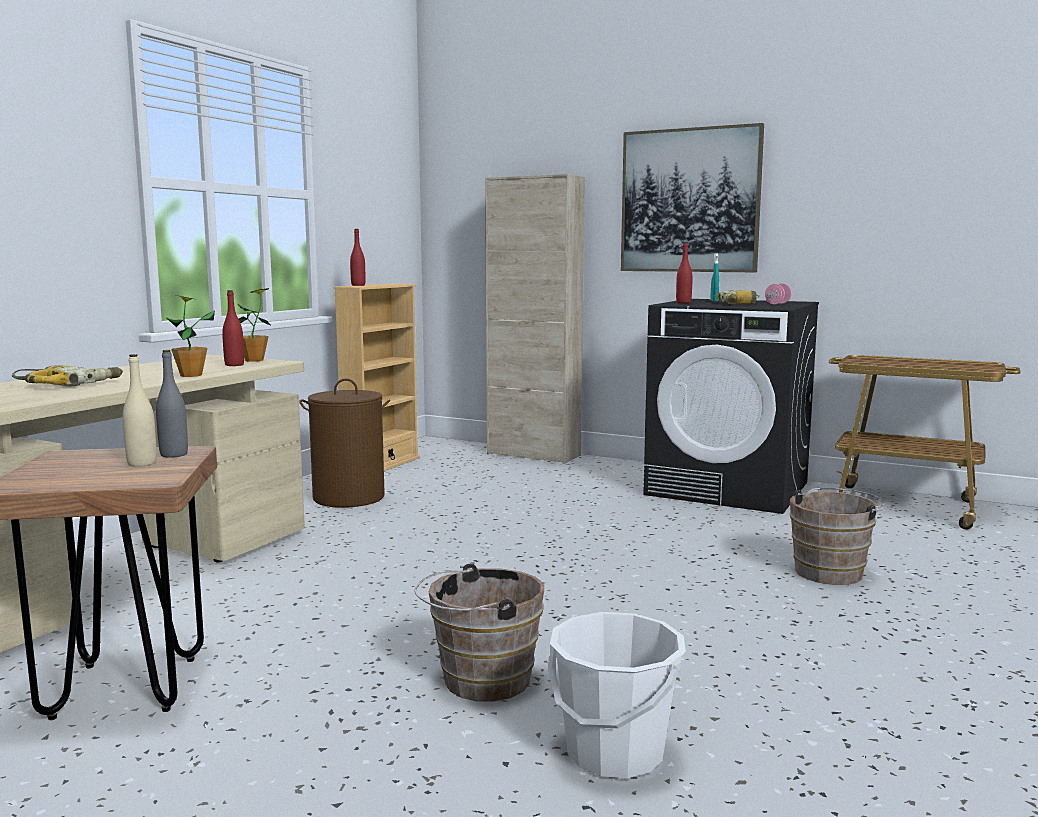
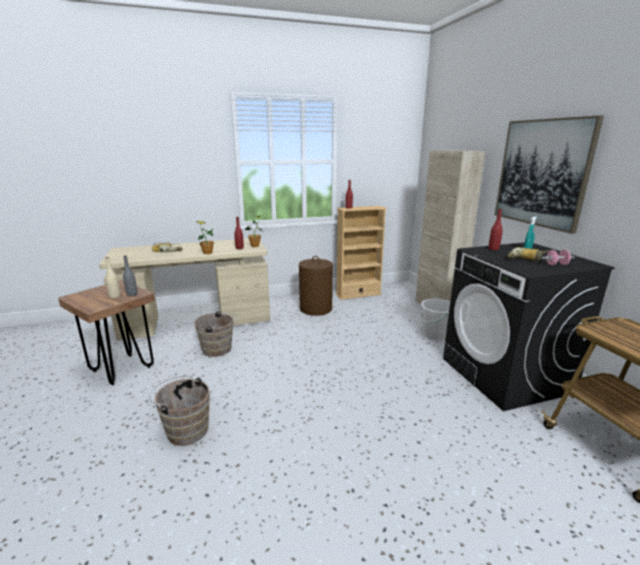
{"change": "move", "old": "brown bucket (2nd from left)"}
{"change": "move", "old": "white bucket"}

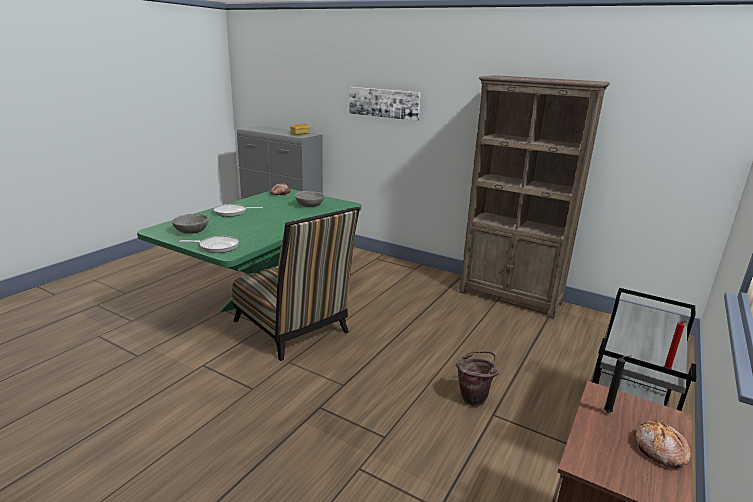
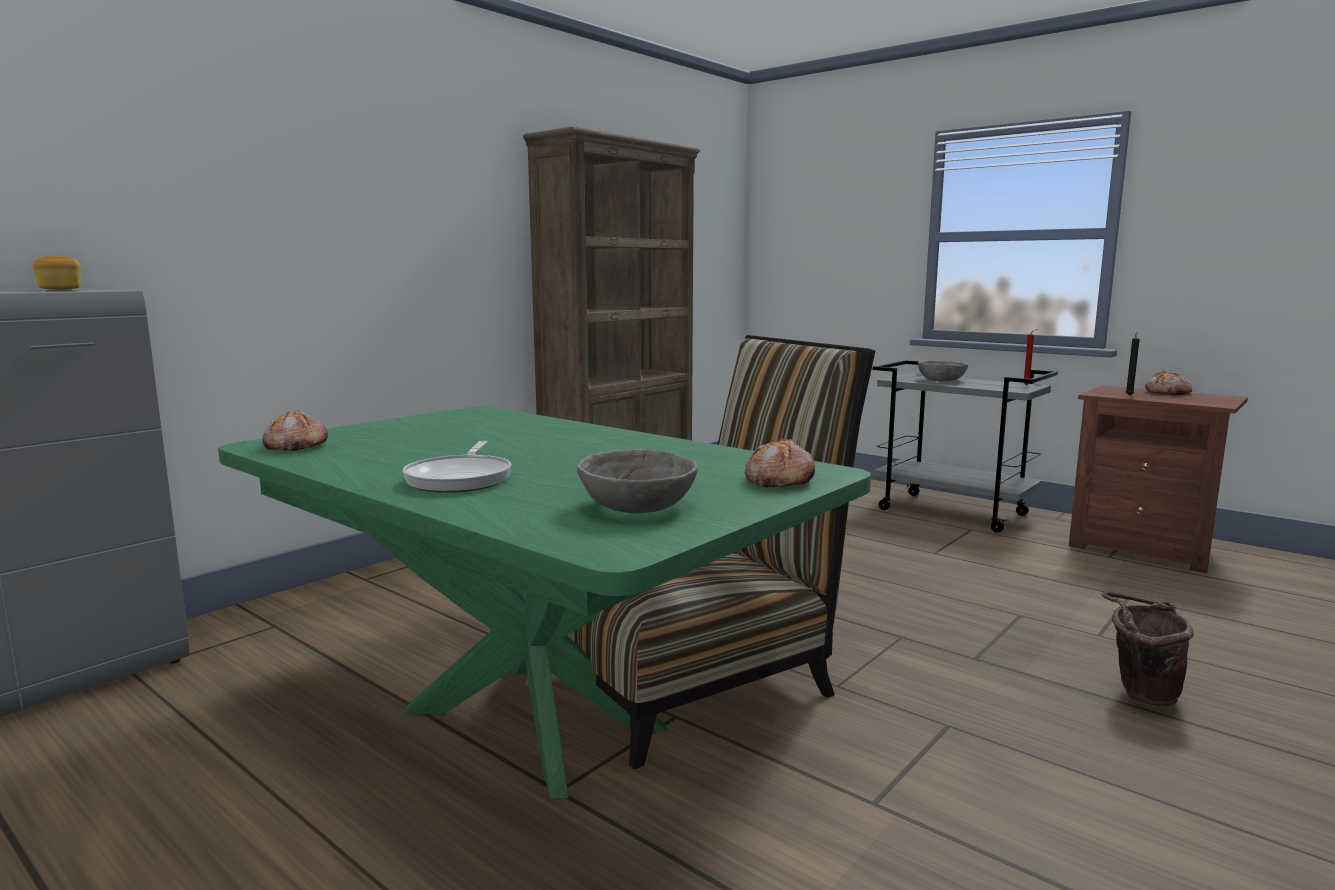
{"change": "delete", "old": "picture"}
{"change": "move", "old": "grey bowl (2nd from left)"}
{"change": "replace", "old": "frying pan (1st from left)", "new": "bread (3rd from left)"}
{"change": "move", "old": "brown bucket"}

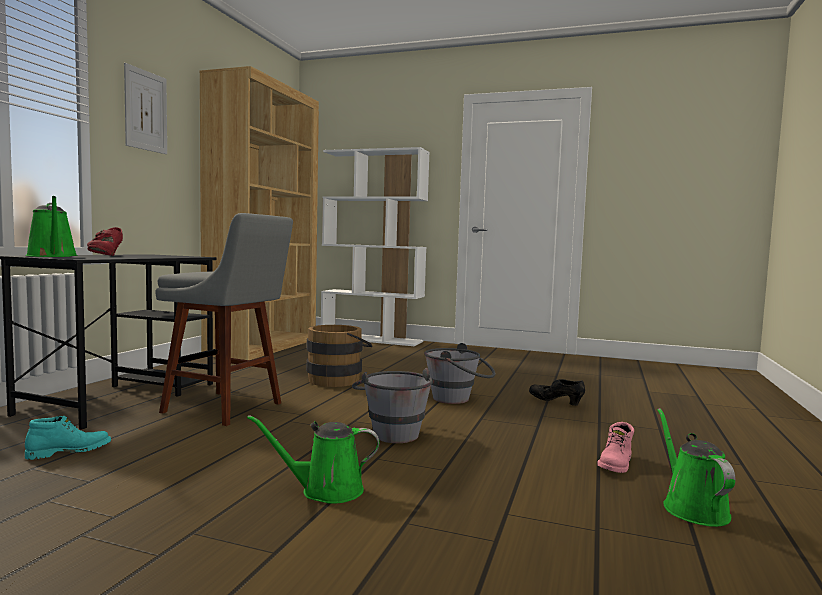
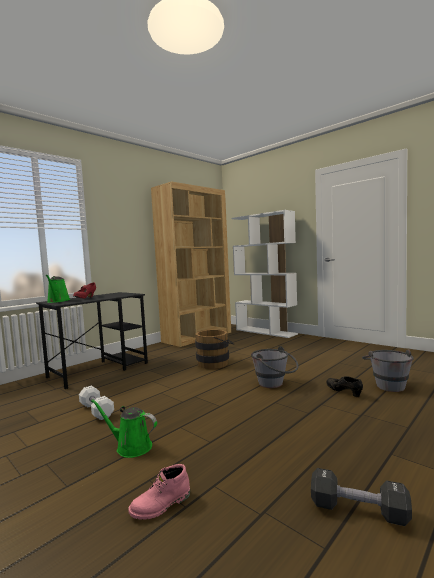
{"change": "delete", "old": "picture"}
{"change": "delete", "old": "grey stool"}
{"change": "move", "old": "grey bucket (1st from left in the first image)", "new": "grey bucket (2nd from left)"}
{"change": "replace", "old": "green watering can (3rd from left)", "new": "black dumbbell"}
{"change": "delete", "old": "turquoise boot"}
{"change": "move", "old": "pink boot"}
{"change": "insert", "new": "white dumbbell"}

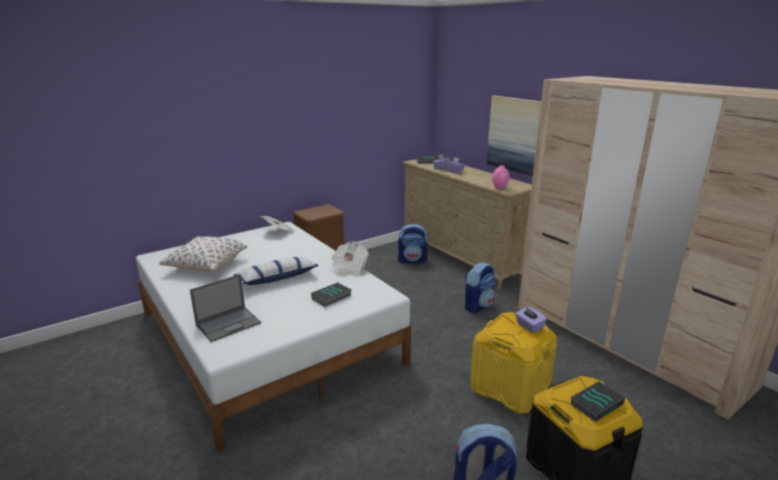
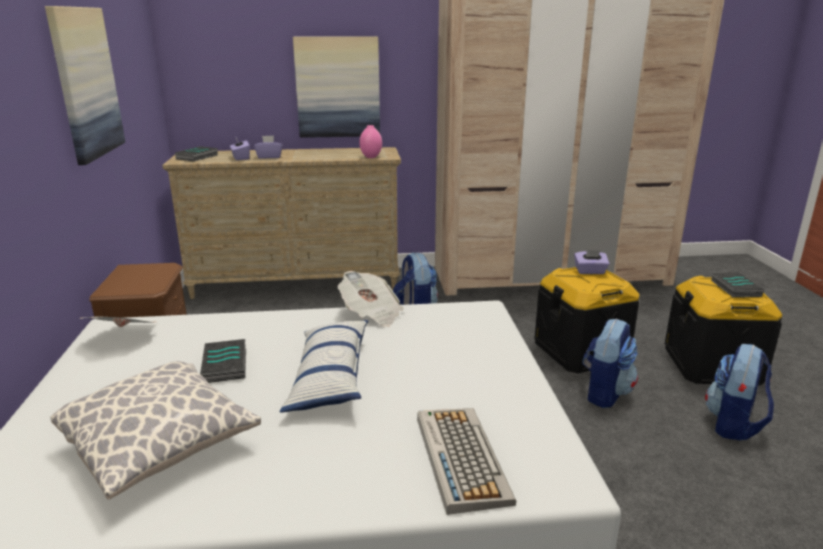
{"change": "move", "old": "backpack (1st from left in the first image)", "new": "backpack (2nd from left)"}
{"change": "replace", "old": "laptop", "new": "keyboard"}
{"change": "move", "old": "book (1st from left in the first image)", "new": "book (2nd from left)"}
{"change": "recolor", "old": "yellow storage box", "new": "black storage box (1st from left)"}
{"change": "insert", "new": "picture (1st from left)"}

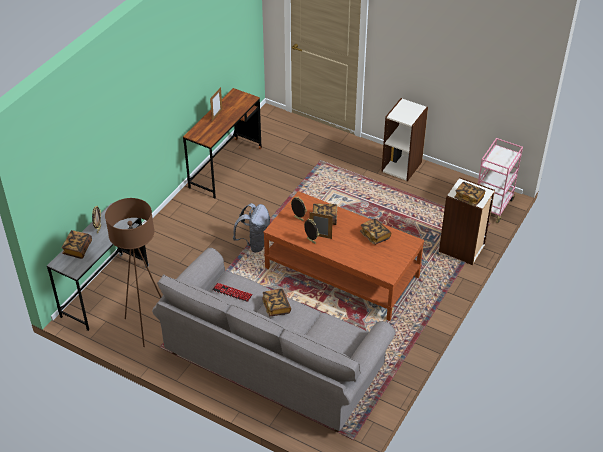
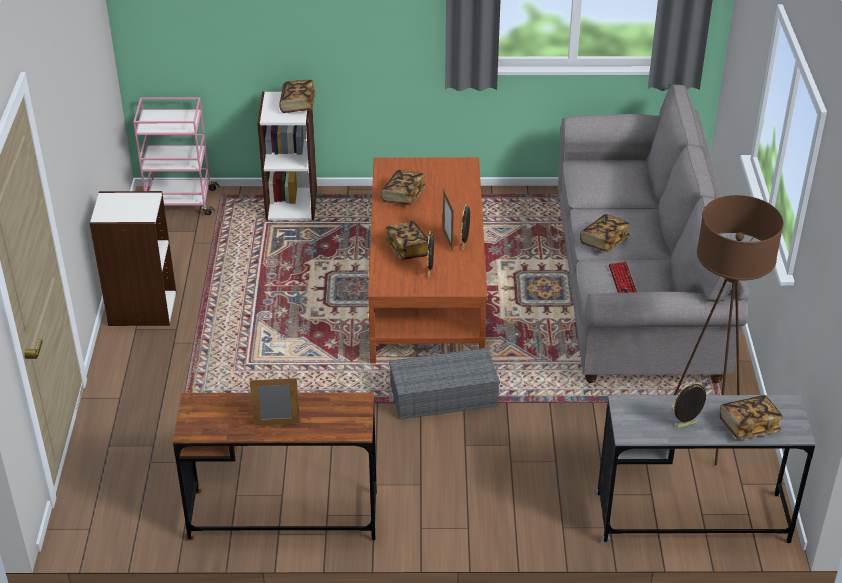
{"change": "replace", "old": "grey backpack", "new": "grey storage box"}

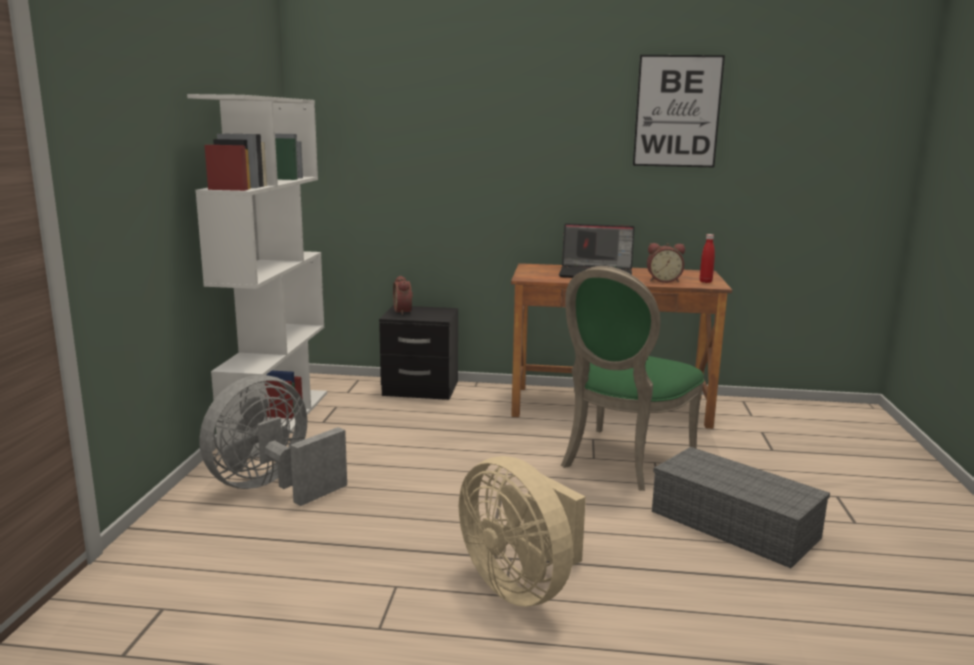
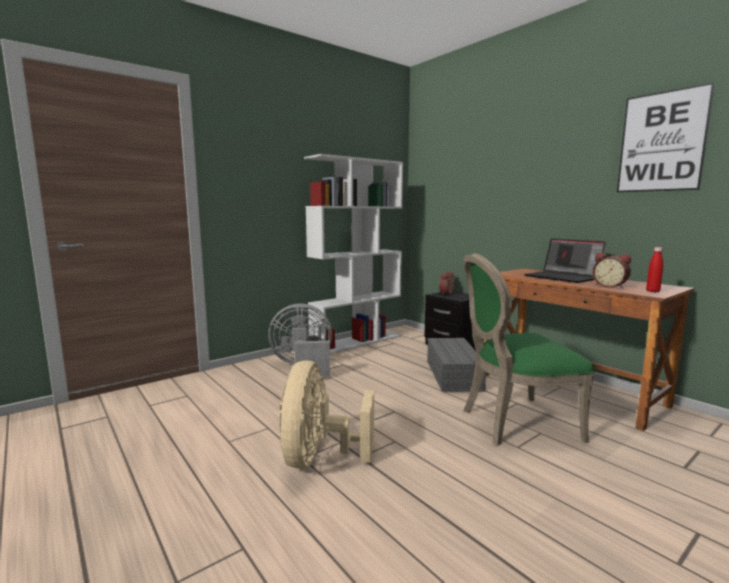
{"change": "move", "old": "grey storage box"}

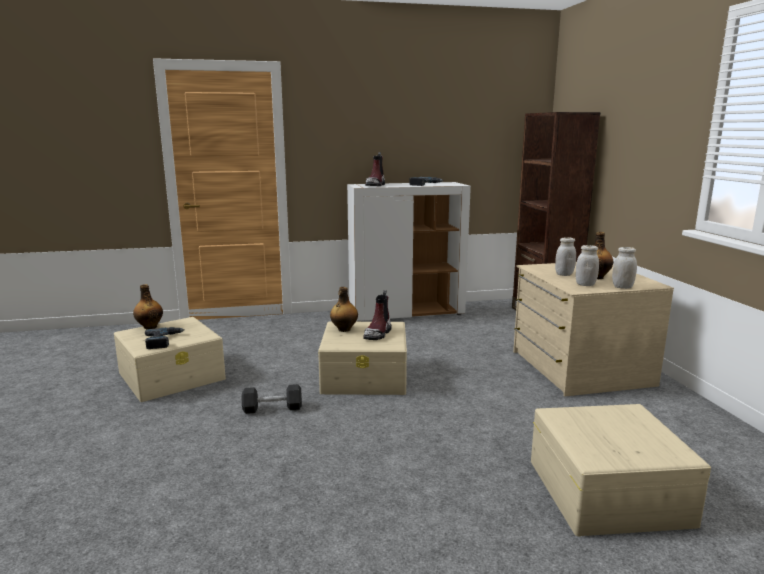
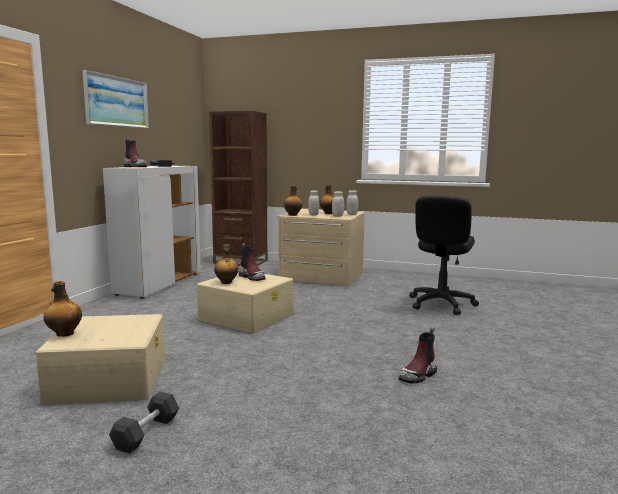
{"change": "delete", "old": "power drill (1st from left)"}
{"change": "move", "old": "black dumbbell"}
{"change": "replace", "old": "beige storage box (3rd from left)", "new": "black office chair"}
{"change": "insert", "new": "picture"}
{"change": "insert", "new": "bottle (3rd from left)"}
{"change": "insert", "new": "boot (3rd from left)"}

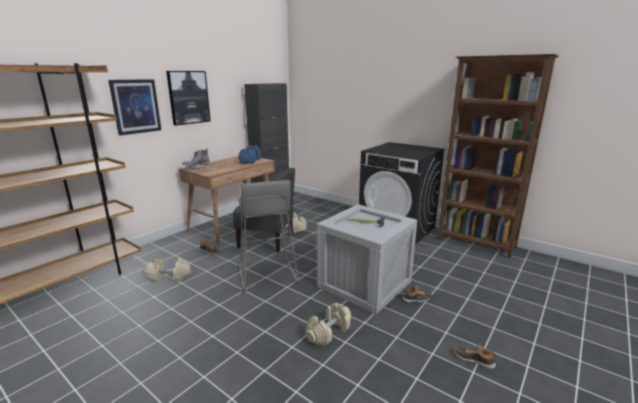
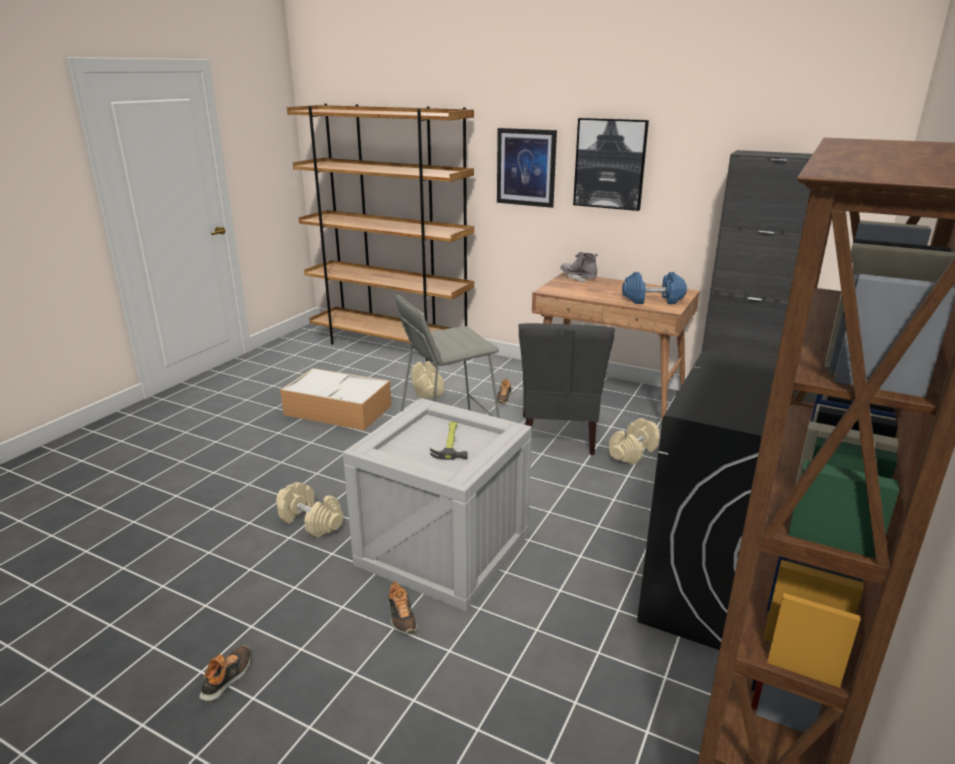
{"change": "insert", "new": "storage box"}

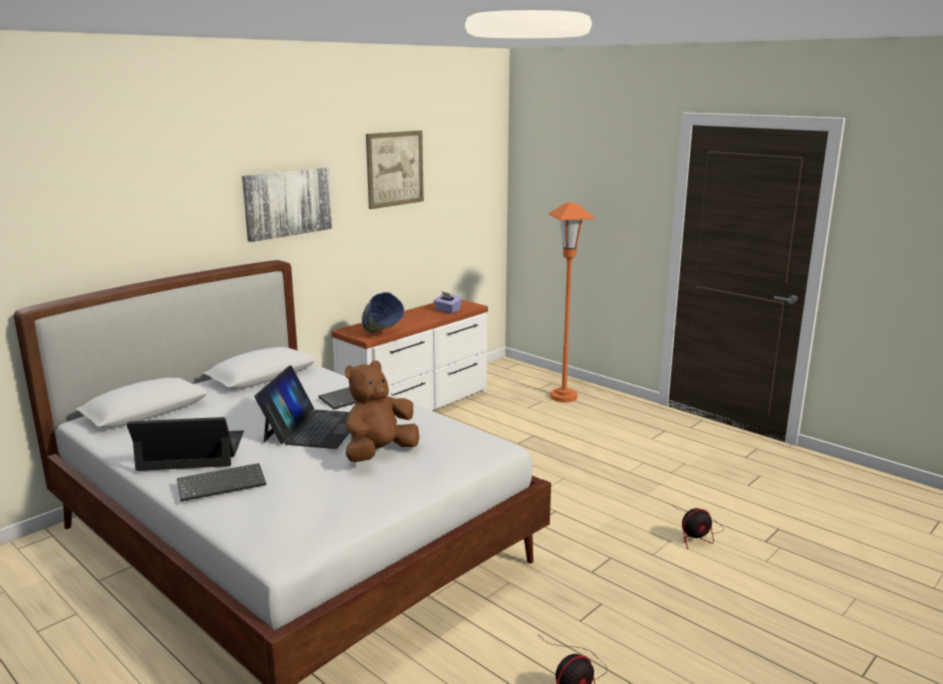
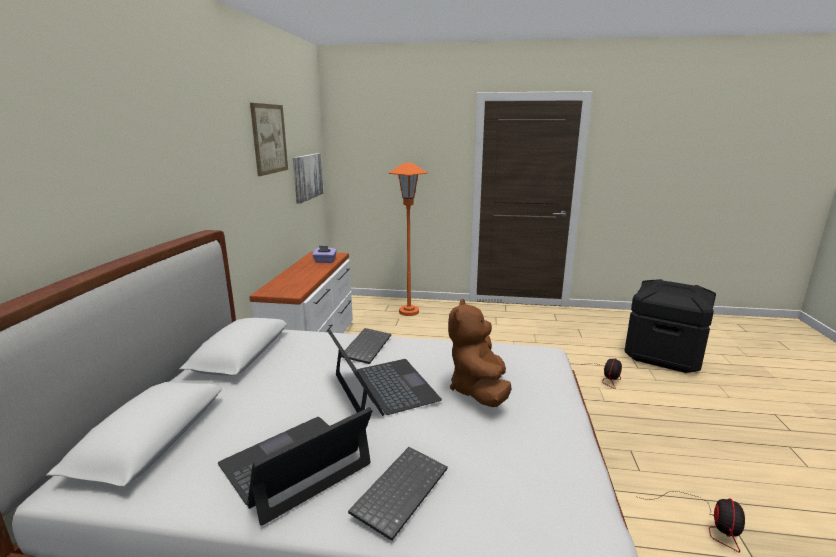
{"change": "move", "old": "picture (1st from left in the first image)", "new": "picture (2nd from left)"}
{"change": "delete", "old": "blue bowl"}
{"change": "insert", "new": "black storage box"}

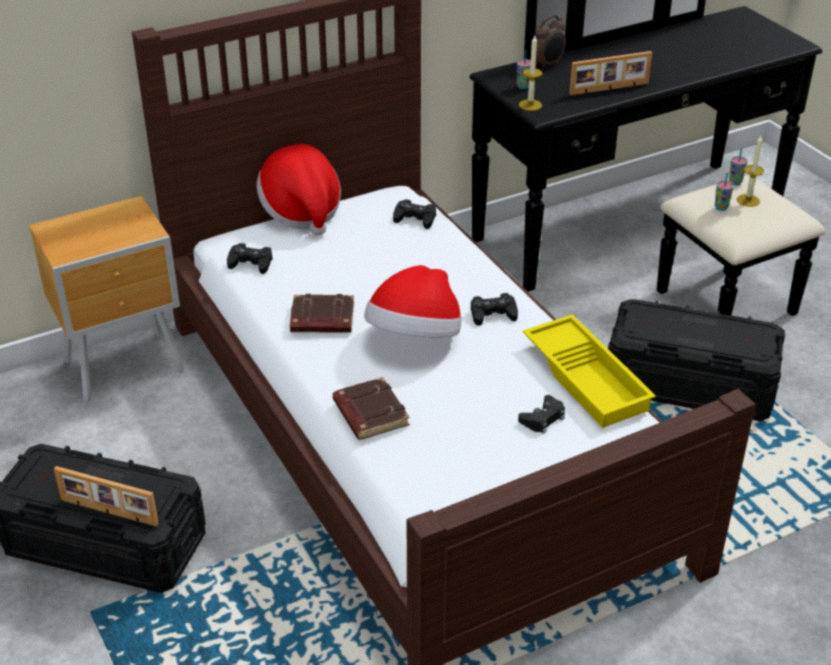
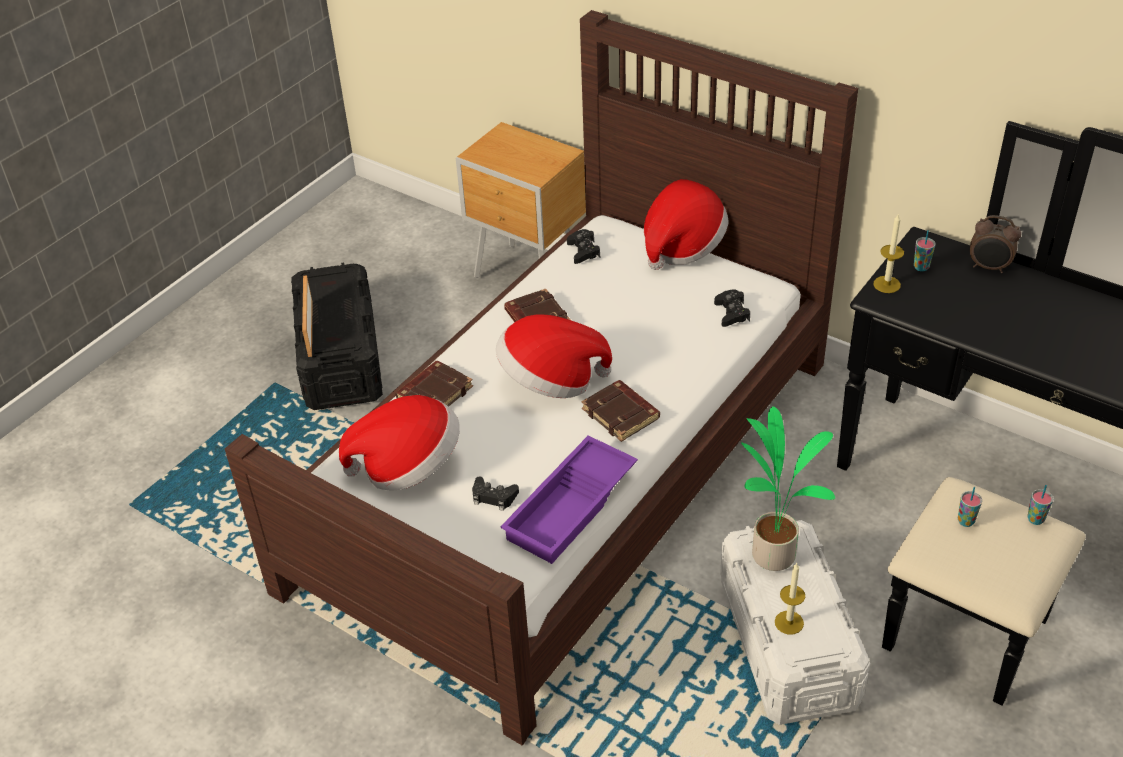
{"change": "delete", "old": "picture frame (2nd from left)"}
{"change": "move", "old": "candle (2nd from left in the first image)", "new": "candle (1st from left)"}
{"change": "replace", "old": "black game controller (3rd from left)", "new": "brown book (3rd from left)"}
{"change": "recolor", "old": "black storage box (2nd from left)", "new": "white storage box"}
{"change": "recolor", "old": "yellow tray", "new": "purple tray"}
{"change": "insert", "new": "hat (1st from left)"}
{"change": "insert", "new": "potted plant"}

